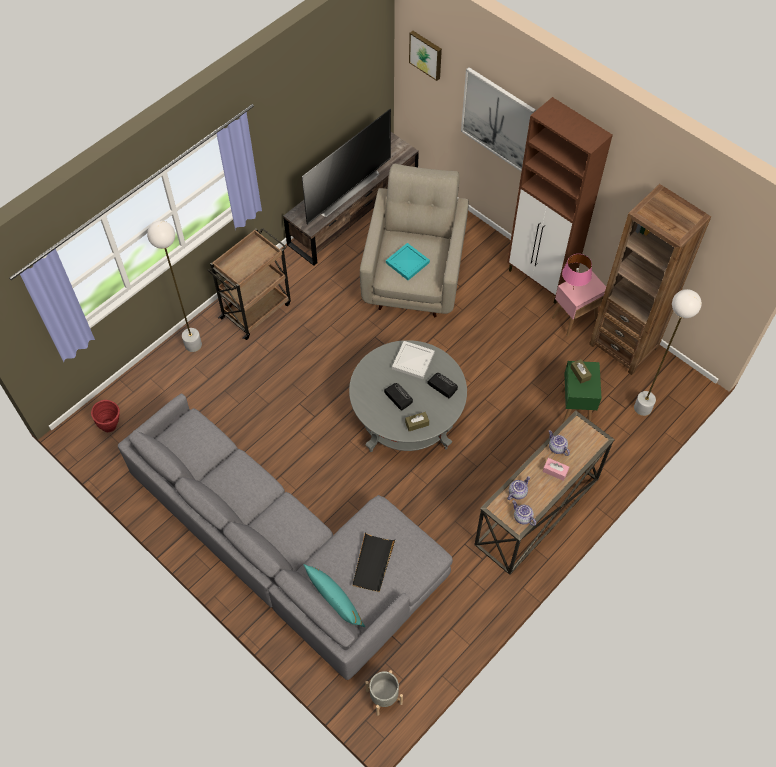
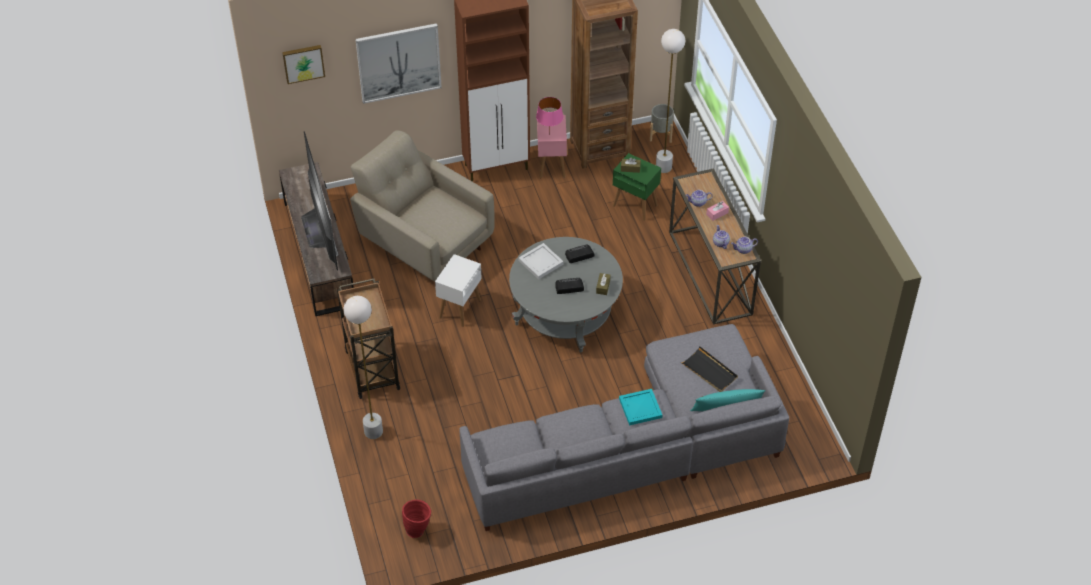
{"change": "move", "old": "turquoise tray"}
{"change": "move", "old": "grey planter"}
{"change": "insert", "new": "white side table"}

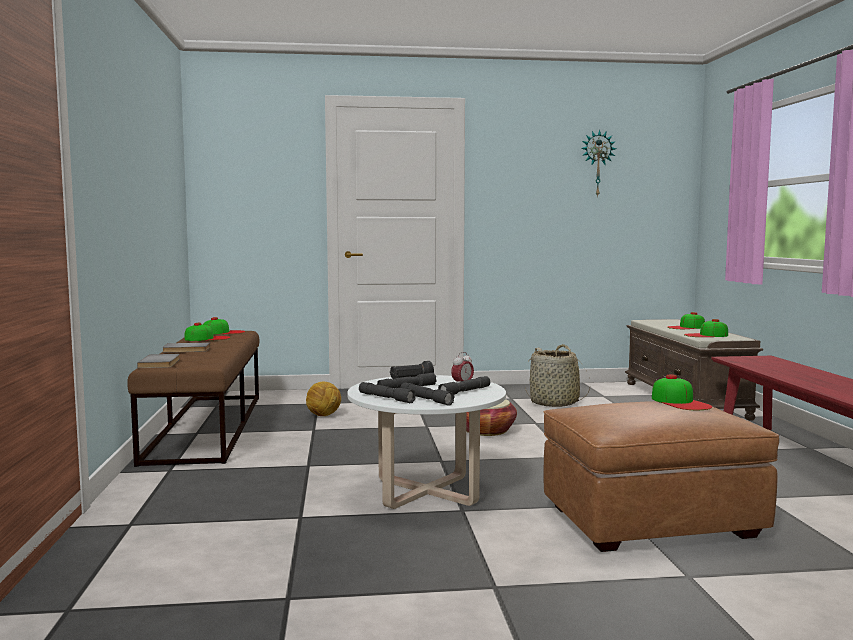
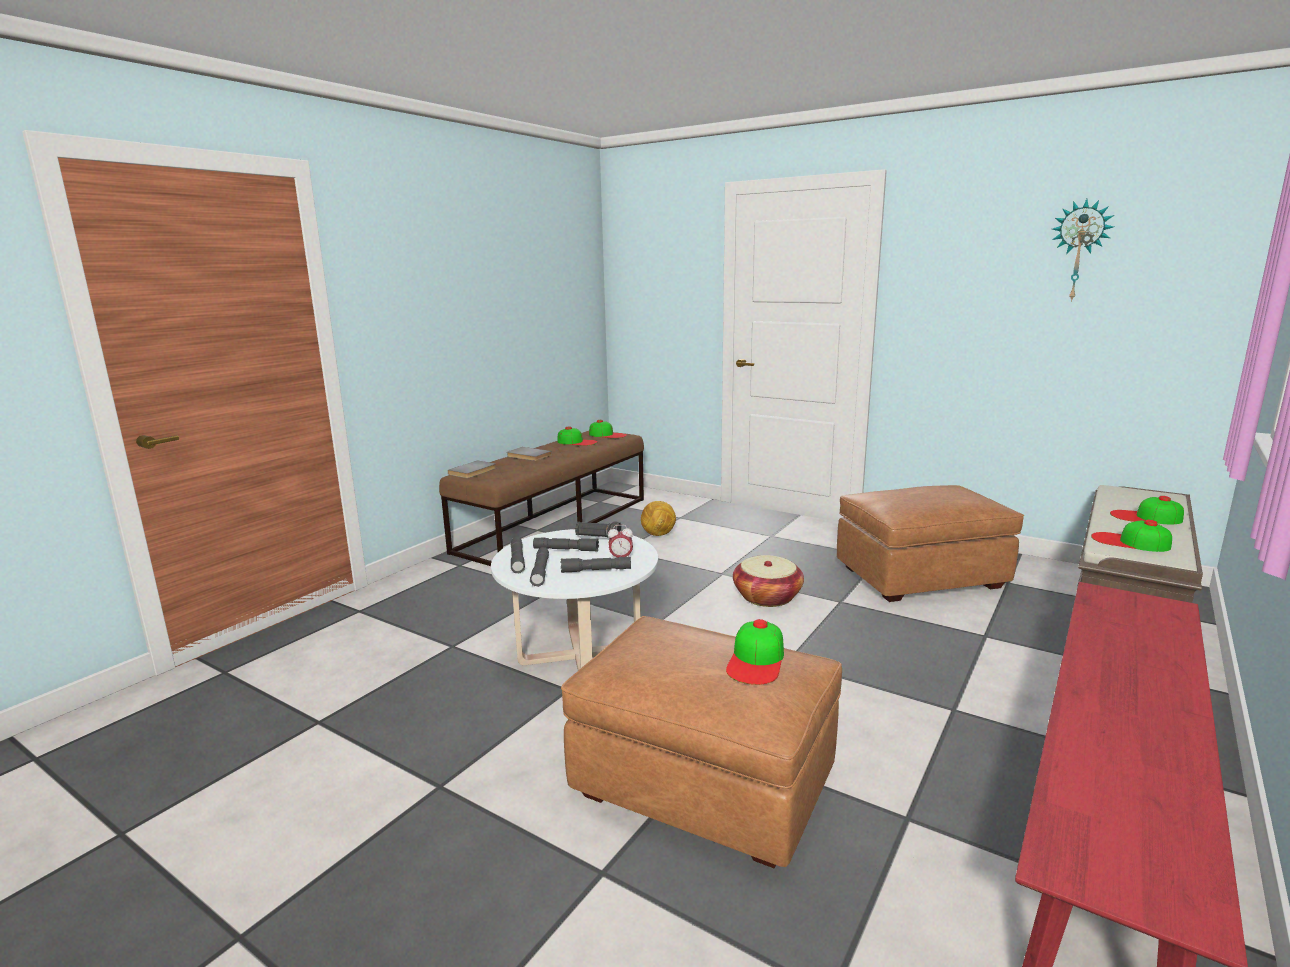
{"change": "replace", "old": "basket (2nd from left)", "new": "brown ottoman (2nd from left)"}

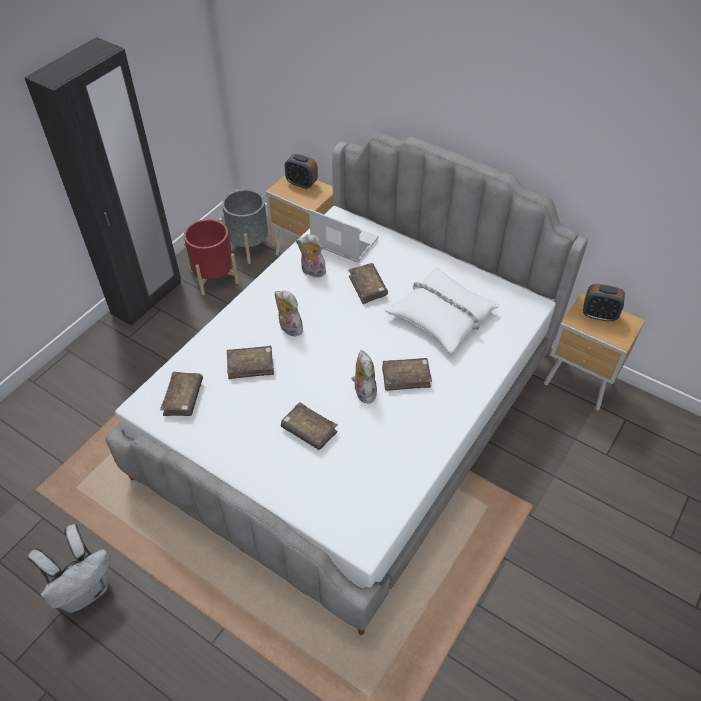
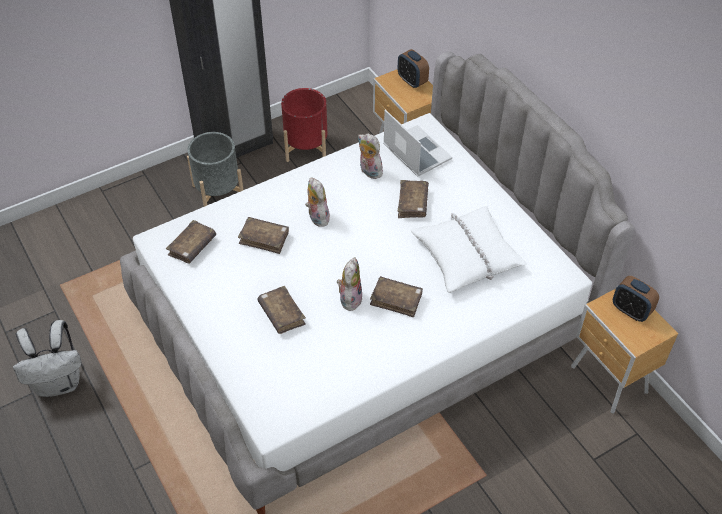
{"change": "move", "old": "grey planter"}

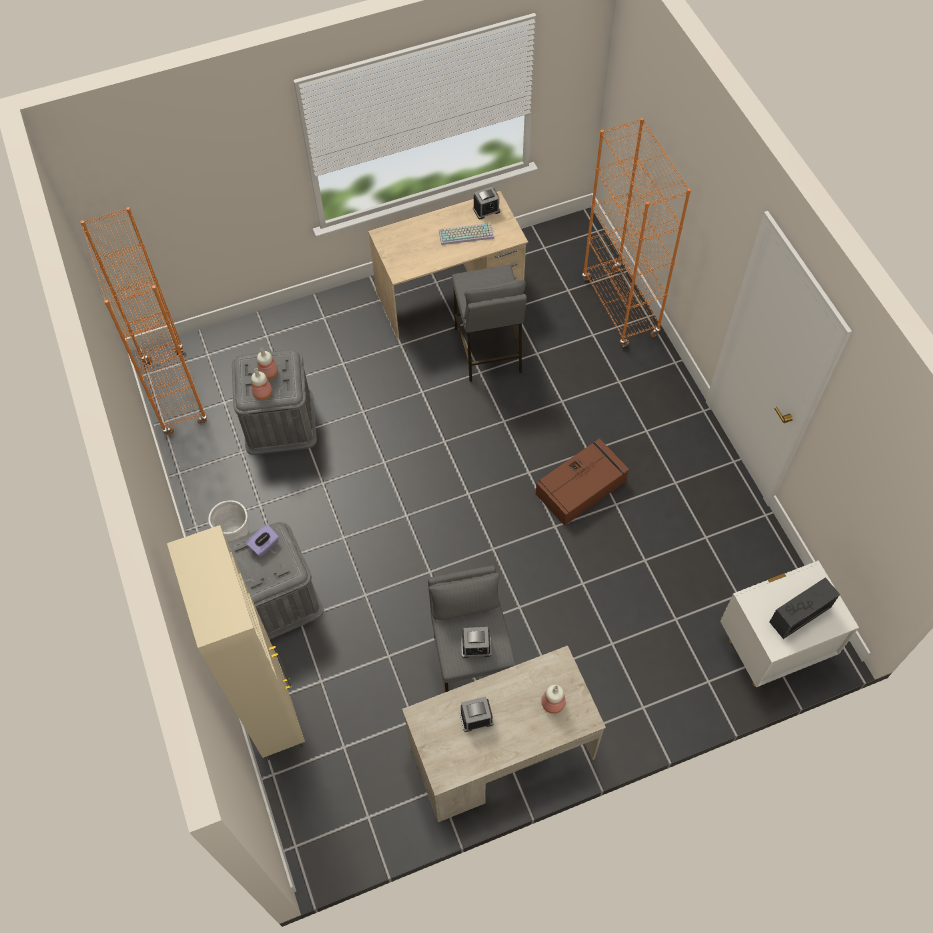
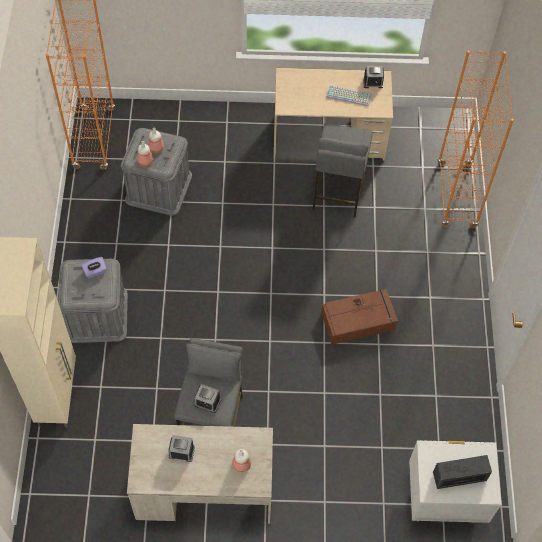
{"change": "delete", "old": "white planter"}

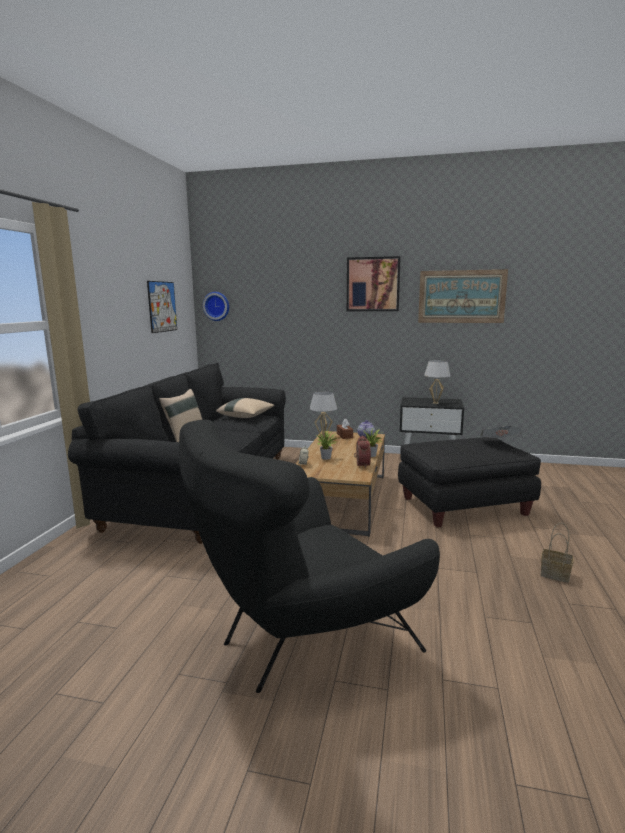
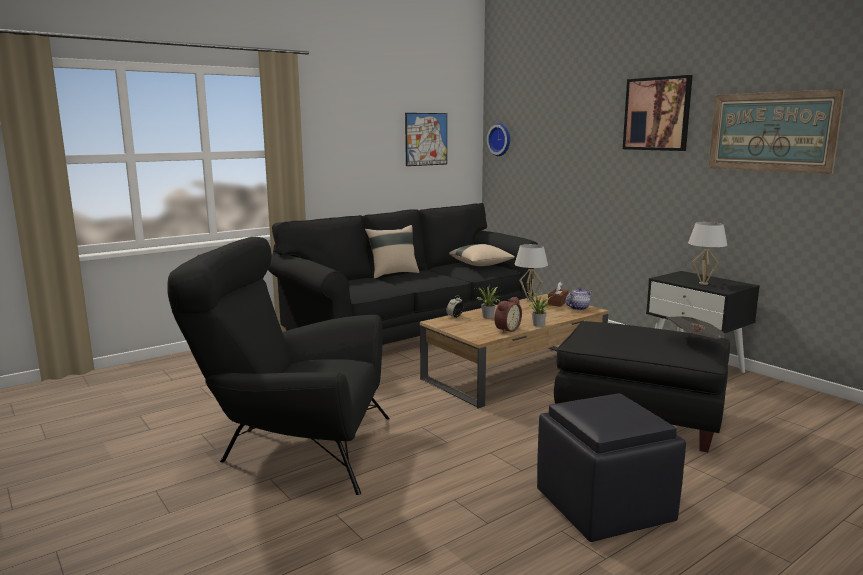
{"change": "replace", "old": "basket", "new": "black ottoman (1st from left)"}

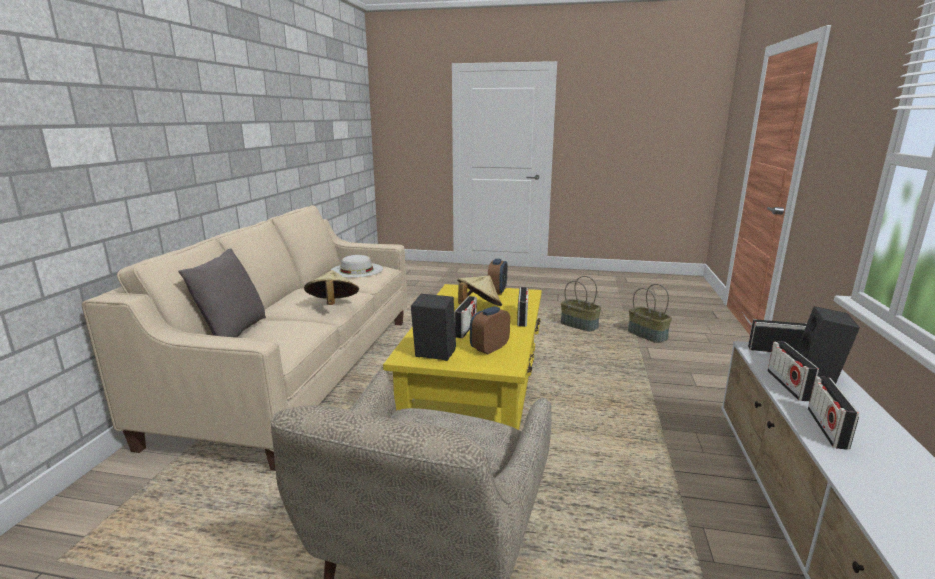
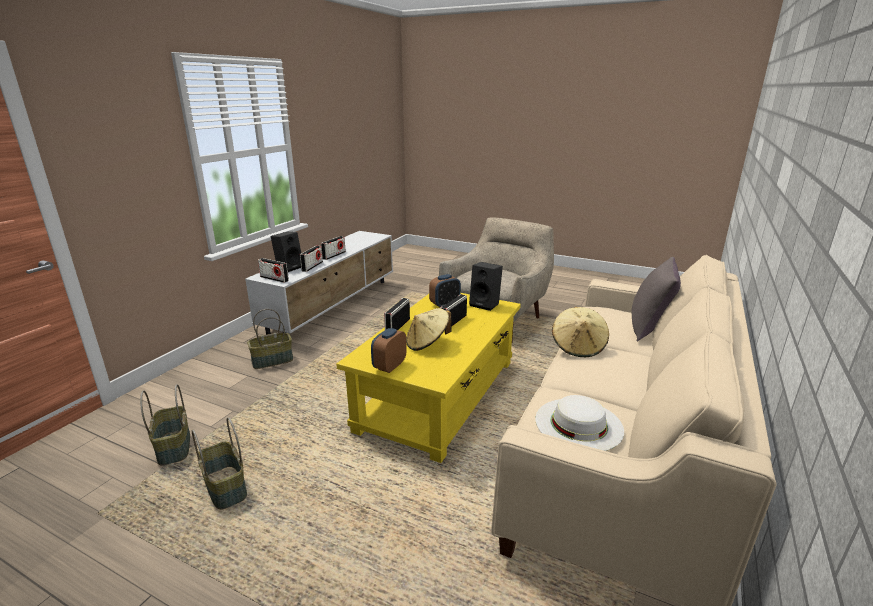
{"change": "insert", "new": "basket (3rd from left)"}

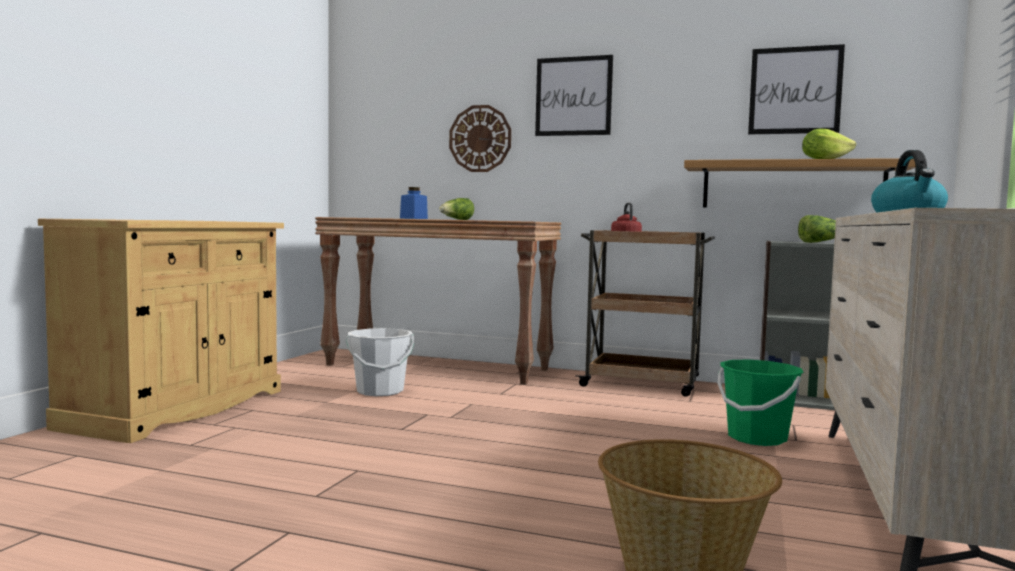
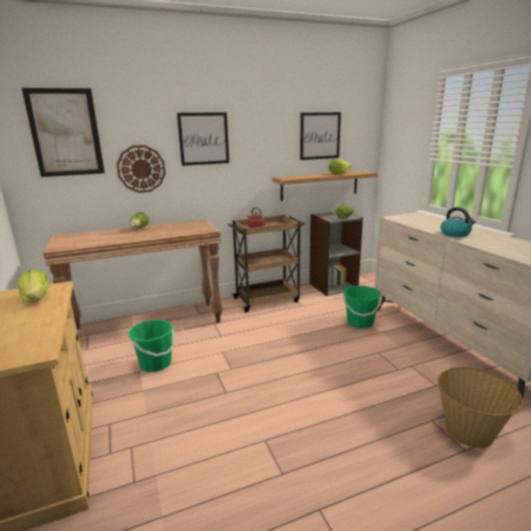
{"change": "delete", "old": "blue jar"}
{"change": "recolor", "old": "white bucket", "new": "green bucket (1st from left)"}
{"change": "insert", "new": "picture (1st from left)"}
{"change": "insert", "new": "lettuce (1st from left)"}

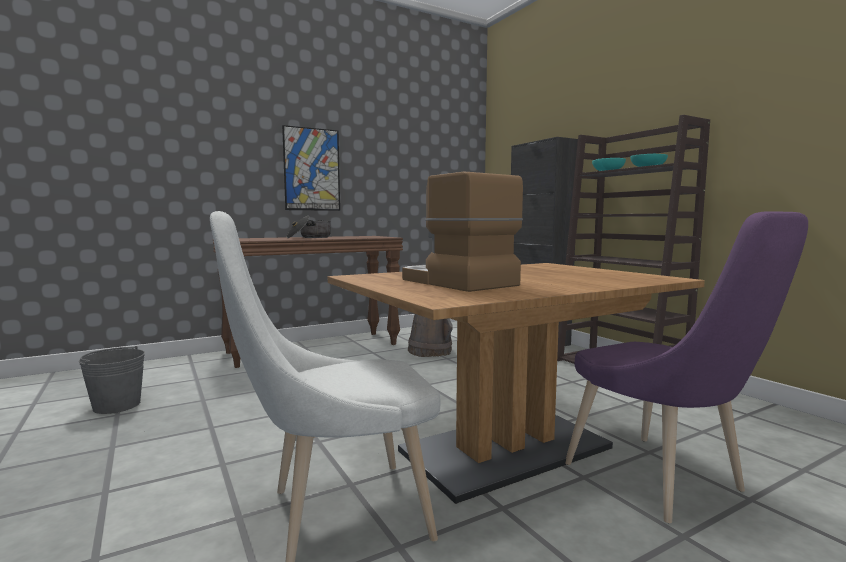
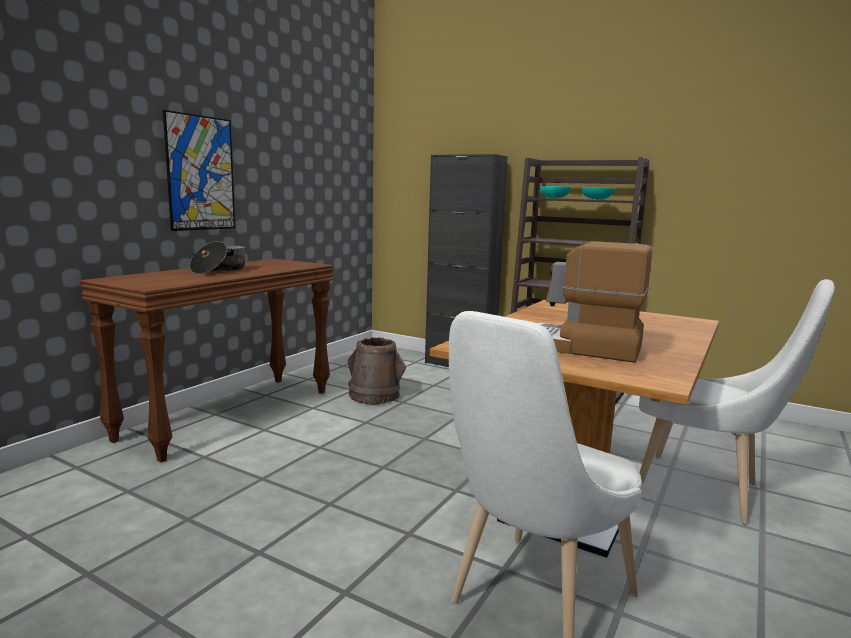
{"change": "recolor", "old": "purple chair", "new": "white chair (2nd from left)"}
{"change": "delete", "old": "grey bucket"}

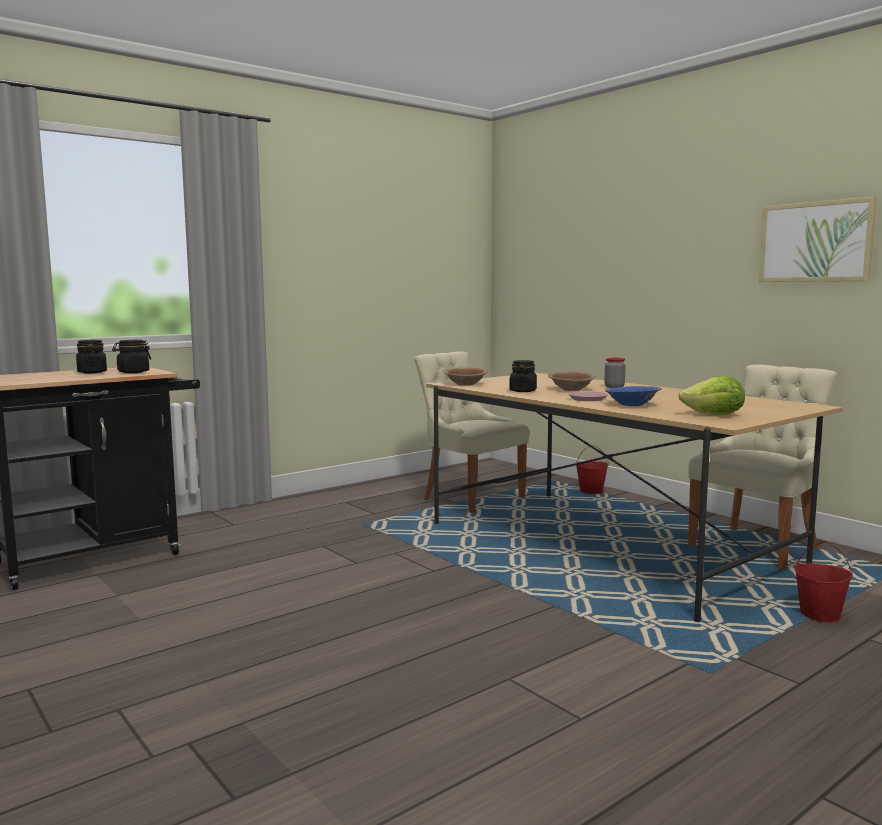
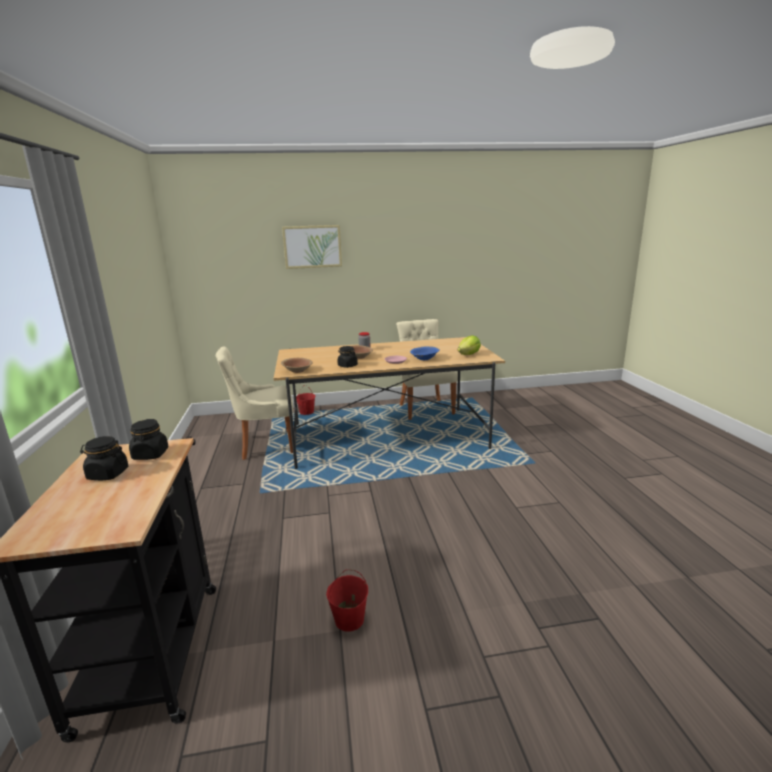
{"change": "move", "old": "picture"}
{"change": "move", "old": "red bucket (2nd from left)"}

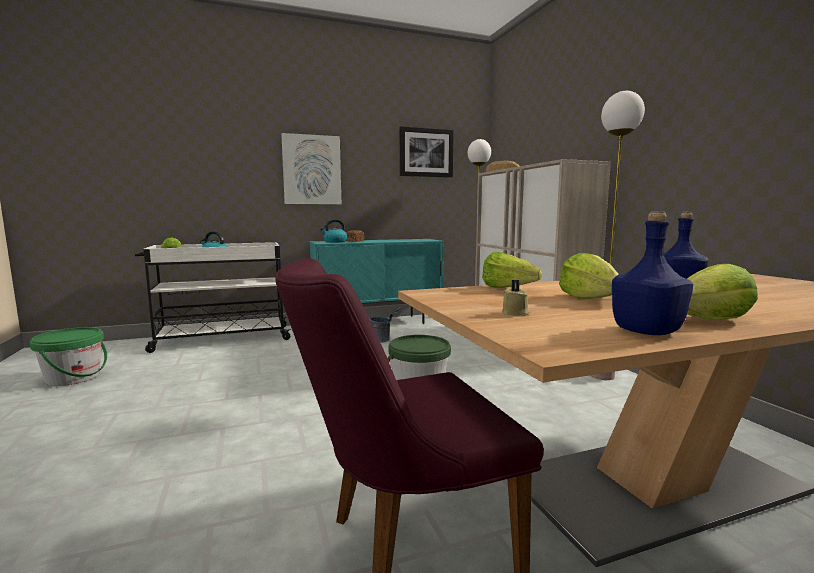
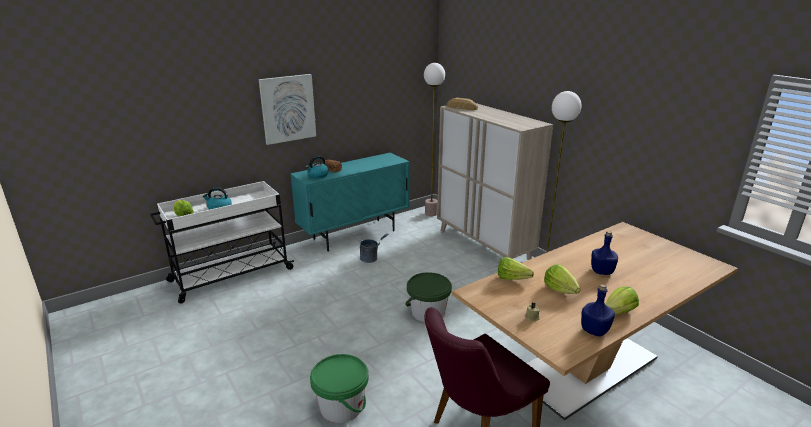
{"change": "delete", "old": "picture (2nd from left)"}
{"change": "move", "old": "green bucket (1st from left)"}

